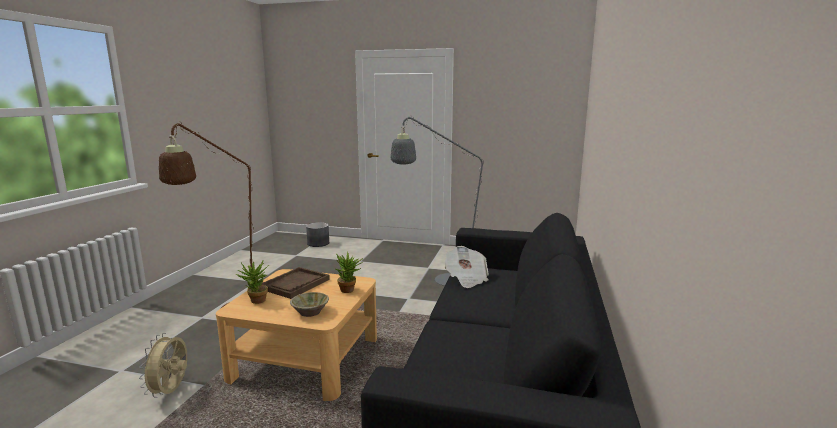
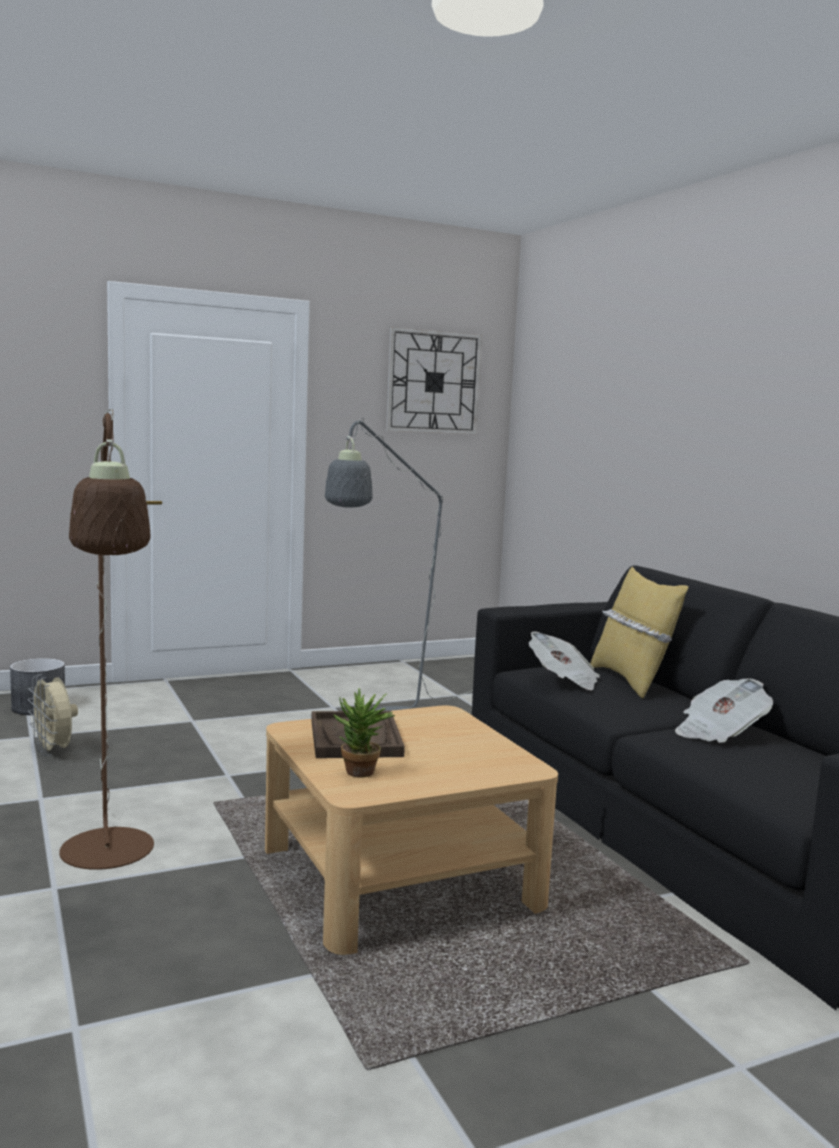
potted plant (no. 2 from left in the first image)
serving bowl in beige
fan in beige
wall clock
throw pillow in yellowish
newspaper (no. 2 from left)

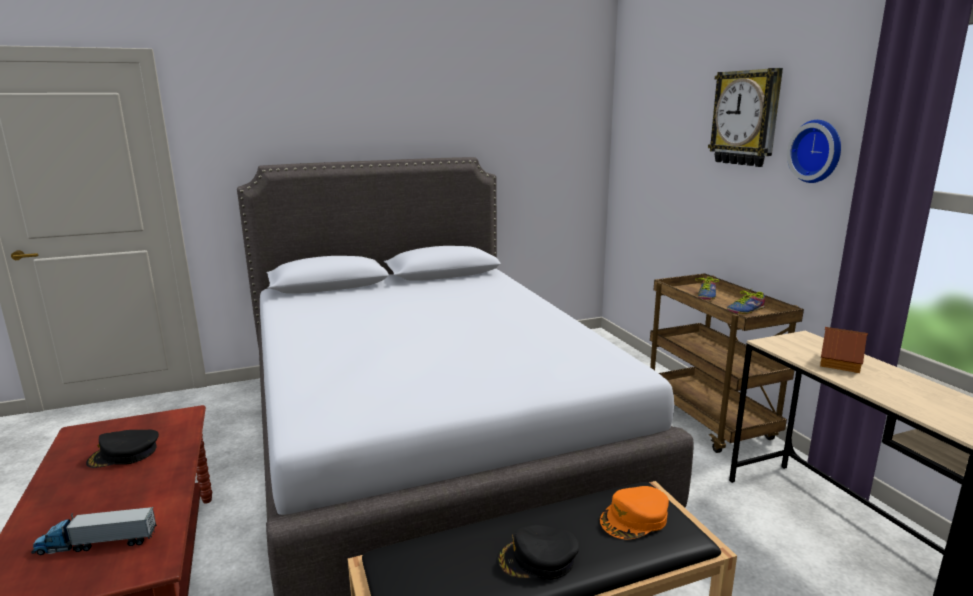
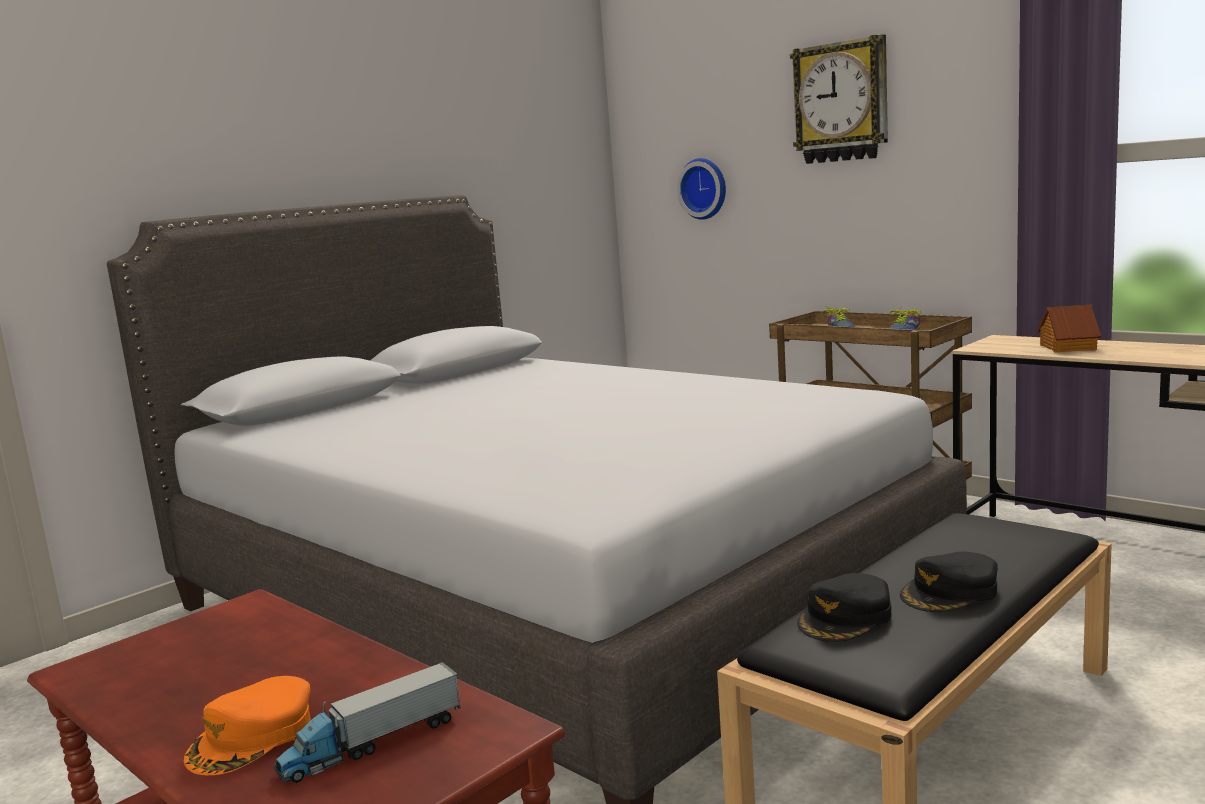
wall clock (no. 1 from left)
baseball cap in blackish (no. 1 from left)
baseball cap in orange-coloured

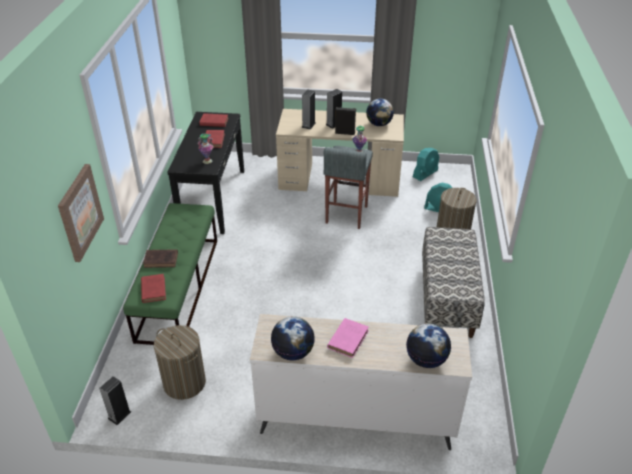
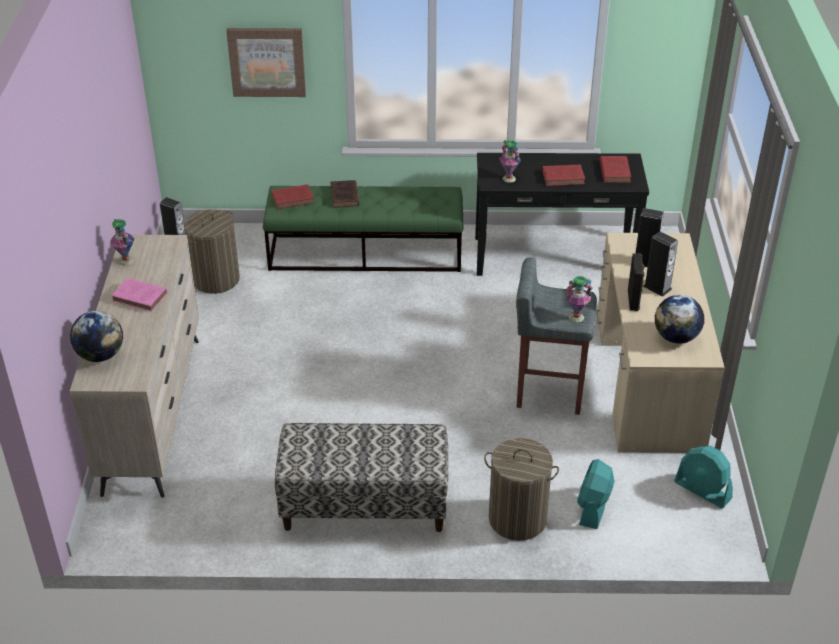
vase (no. 1 from left)

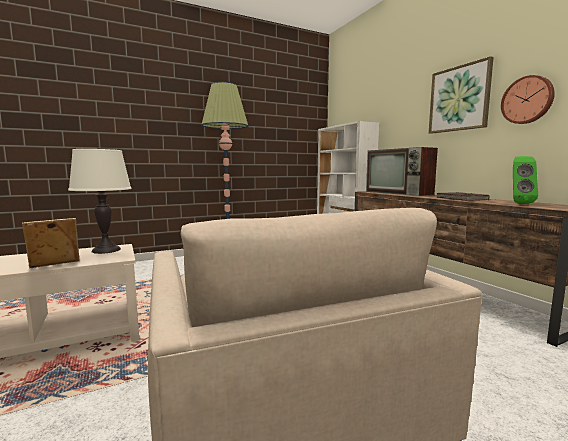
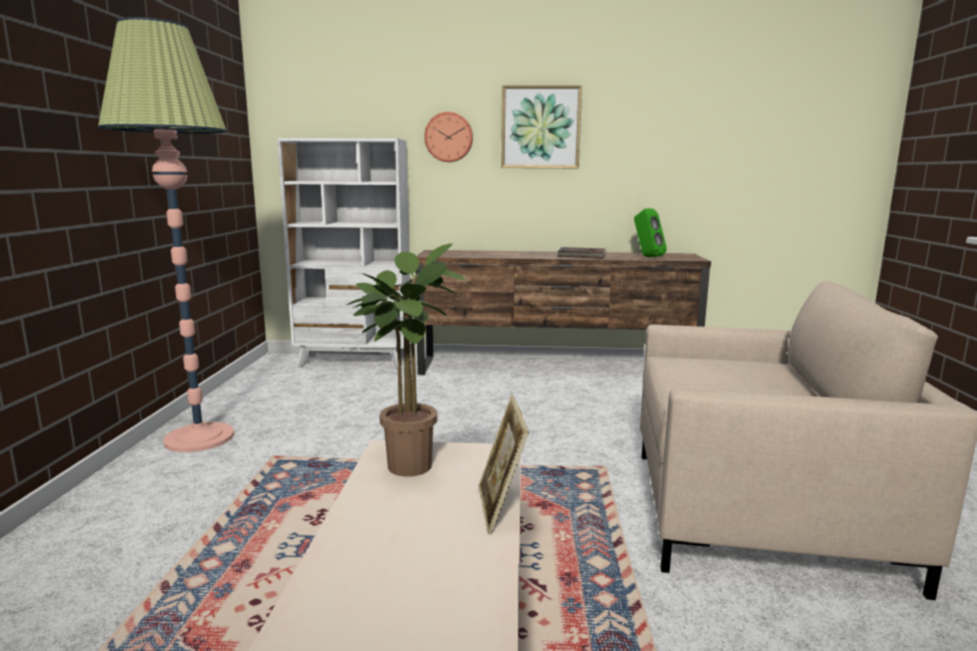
wall clock
television
potted plant

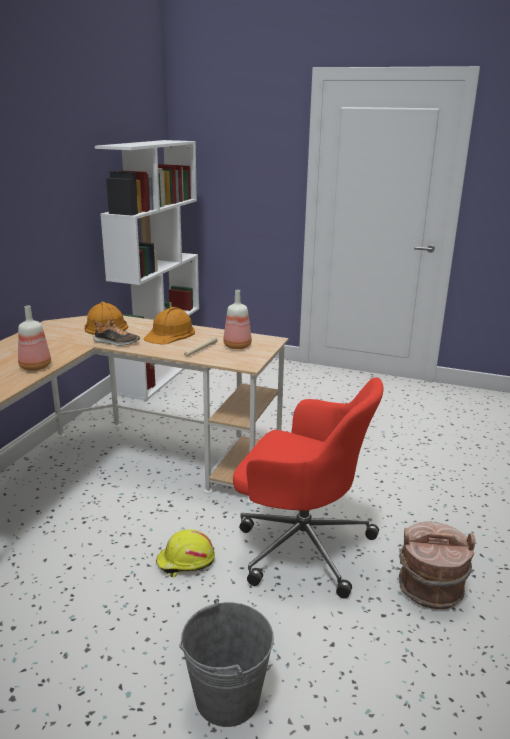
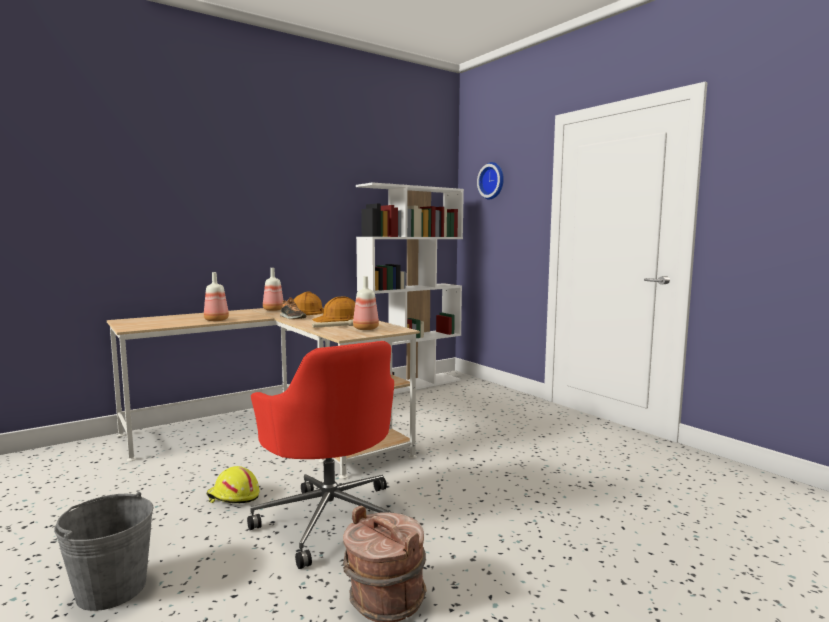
wall clock
drink bottle (no. 2 from left)

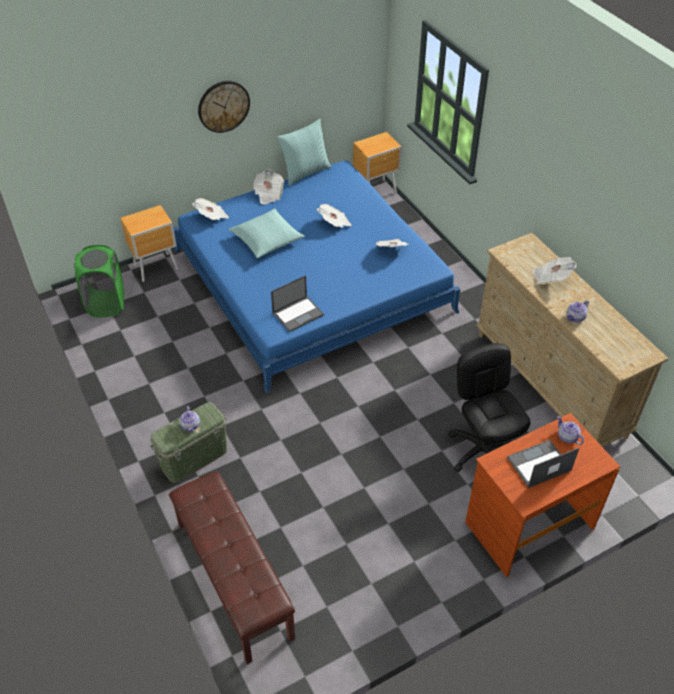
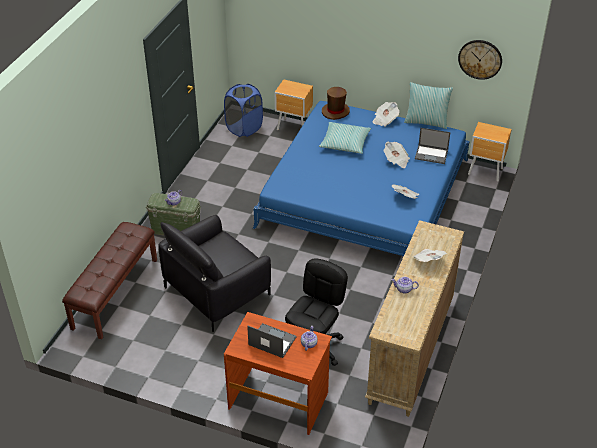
wall clock
clothing hat in brownish
washing basket in blue-coloured
laptop (no. 2 from left)
lounge chair in blackish

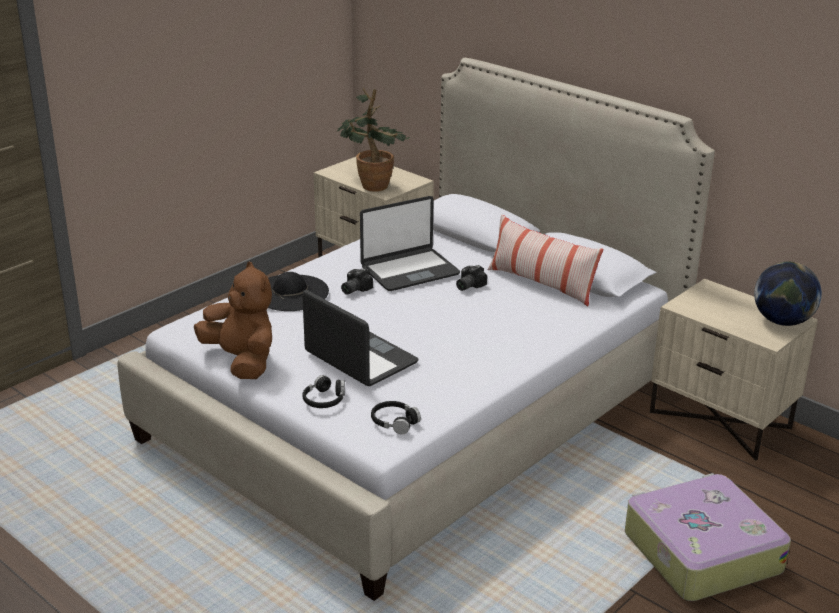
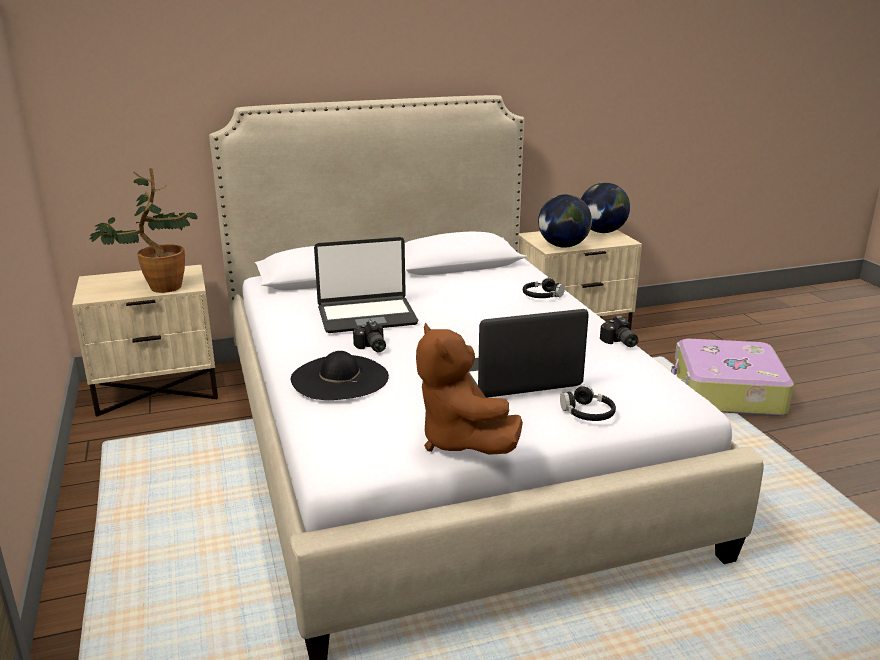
laptop (no. 1 from left)
throw pillow
cuddly toy in brownish
still camera (no. 2 from left)
headphones in blackish (no. 1 from left)
globe (no. 1 from left)

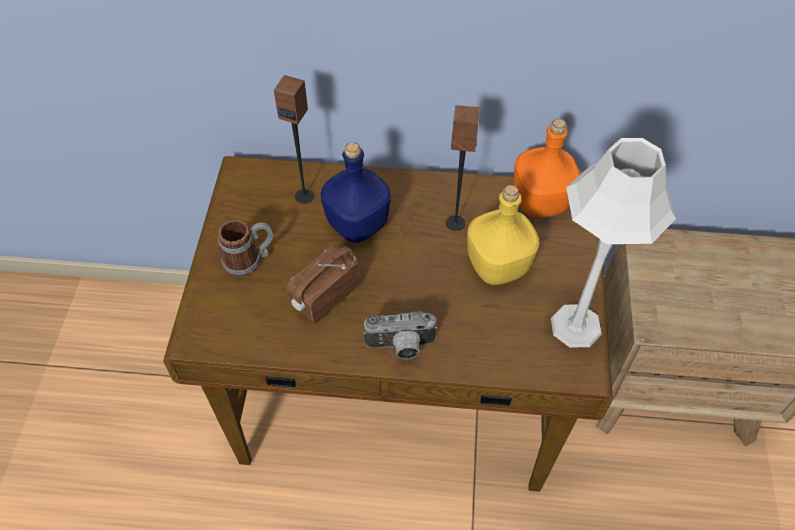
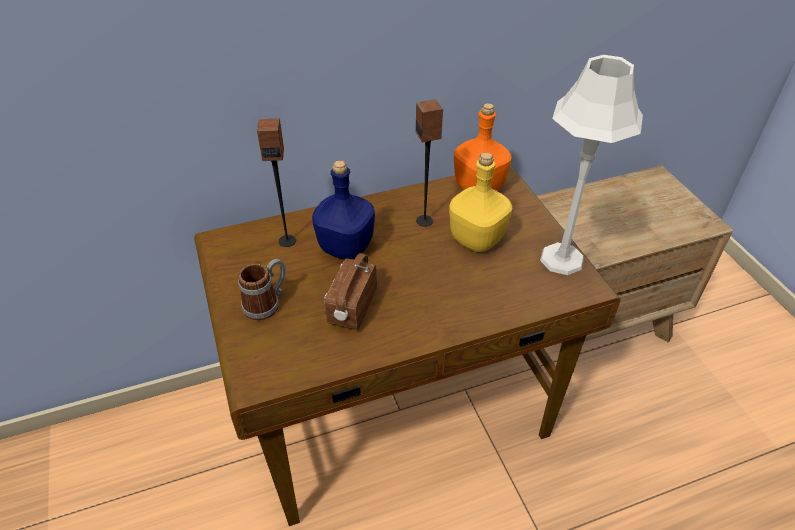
still camera

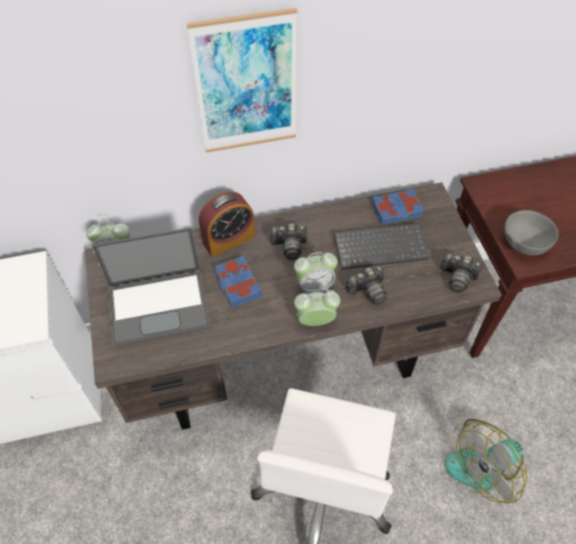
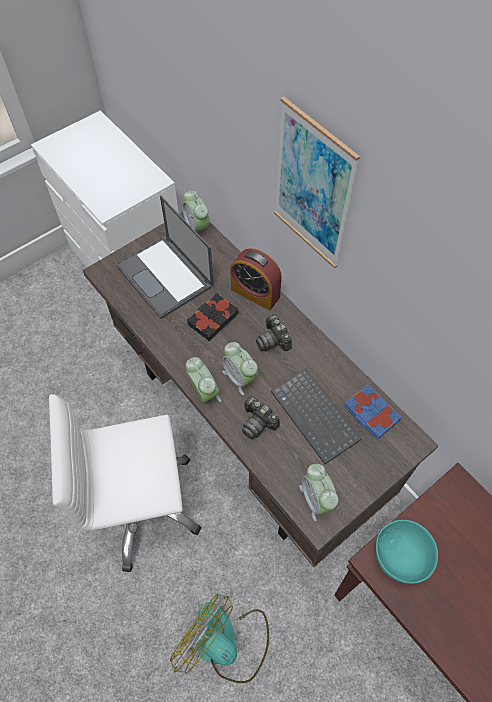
serving bowl in turquoise-coloured
alarm clock (no. 5 from left)
volume in blackish

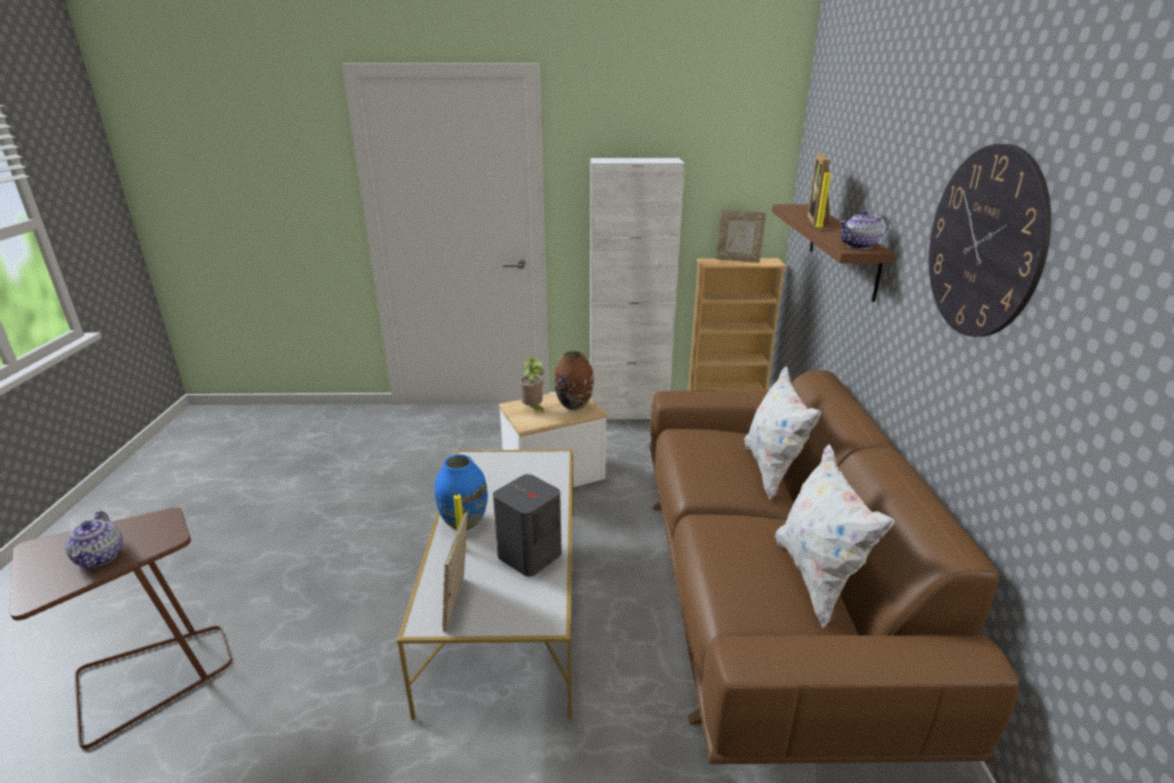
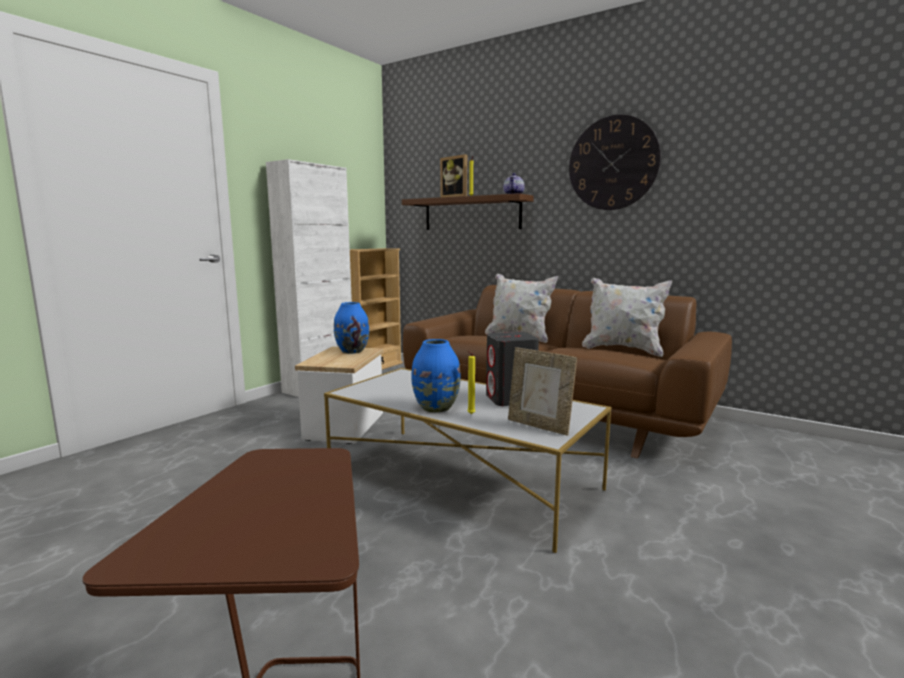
picture frame (no. 2 from left in the first image)
vase in blue-coloured (no. 1 from left)
potted plant
teapot (no. 1 from left in the first image)

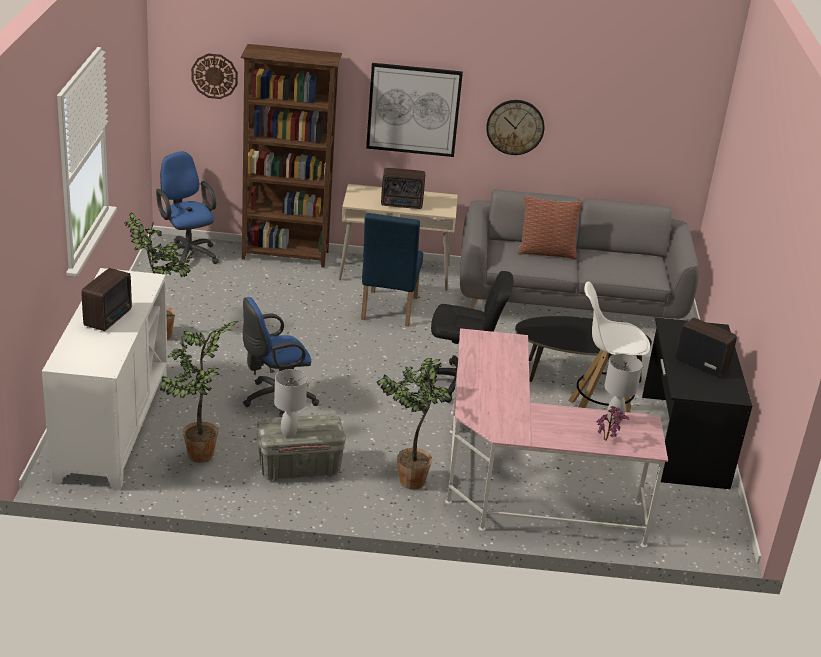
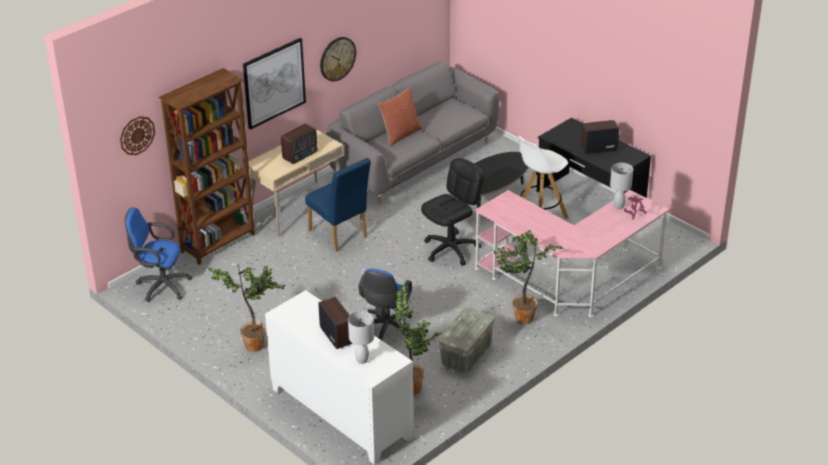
table lamp in white (no. 1 from left)

